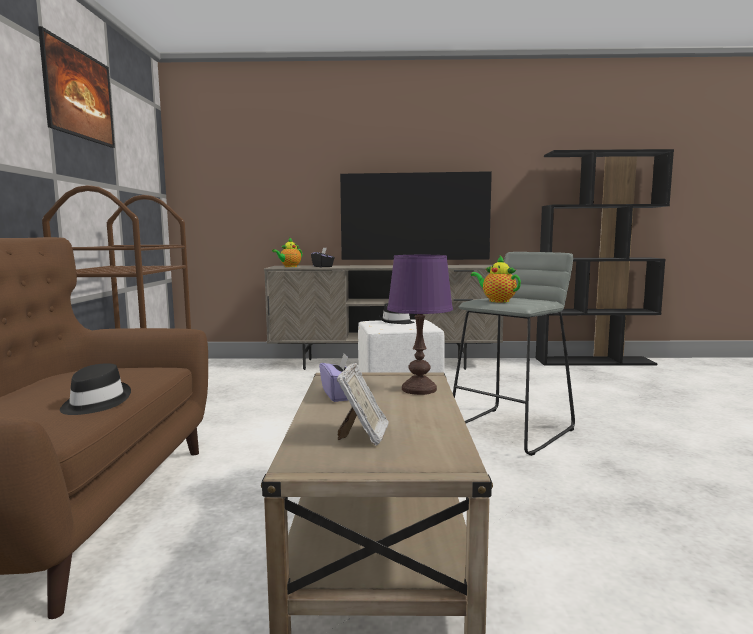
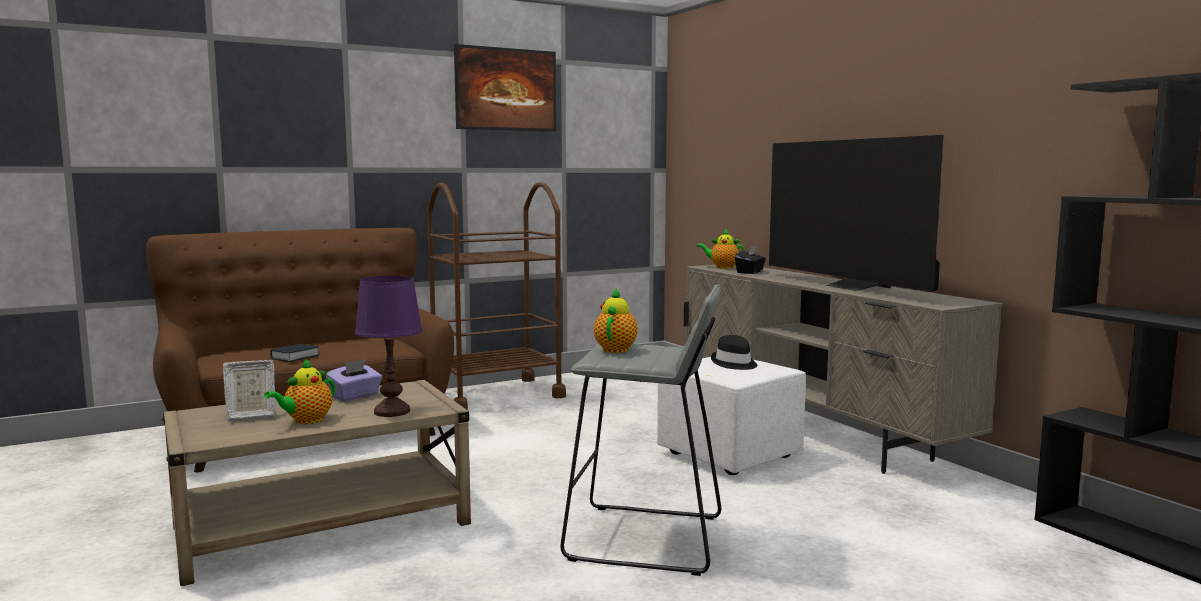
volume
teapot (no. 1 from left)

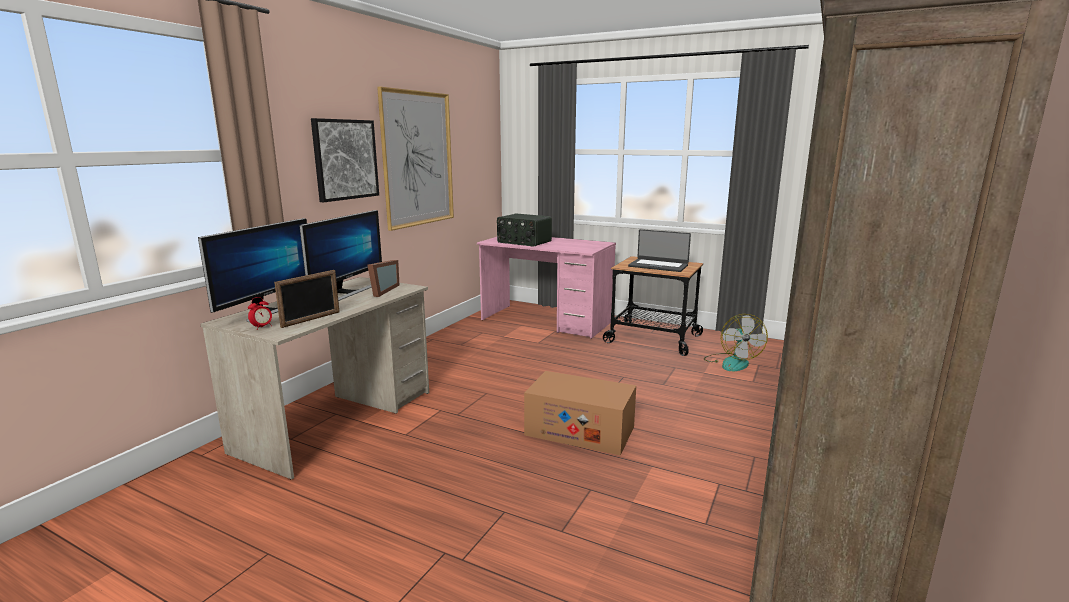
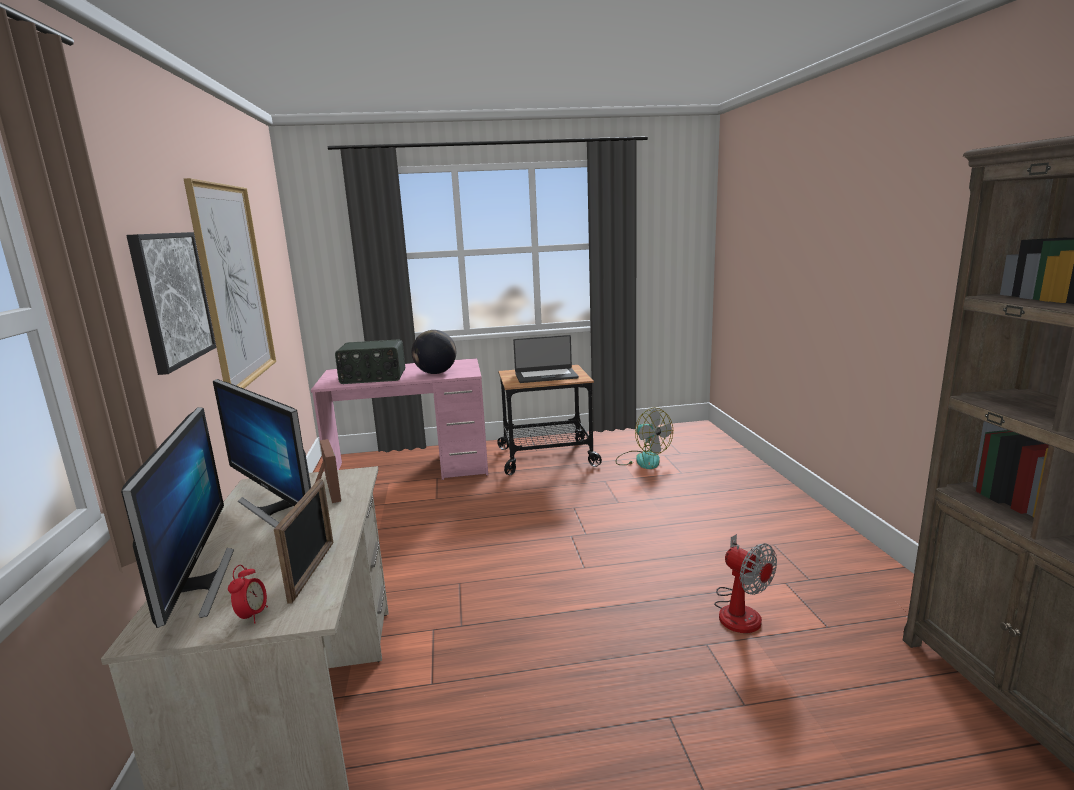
computer screen (no. 2 from left)
carton
globe
fan (no. 2 from left)

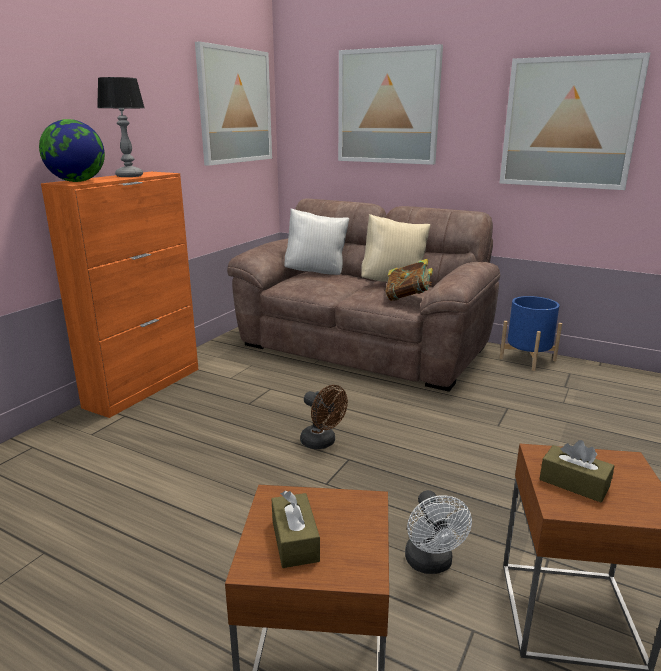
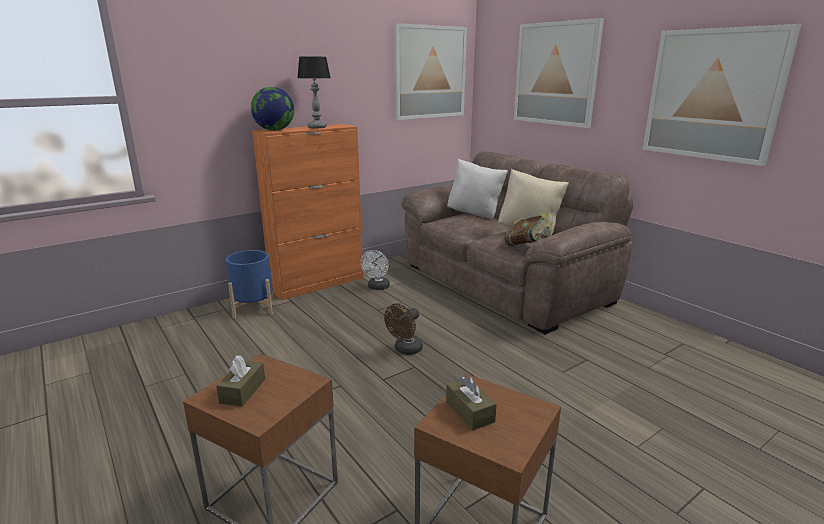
planter in blue-coloured
fan in brownish
fan in white

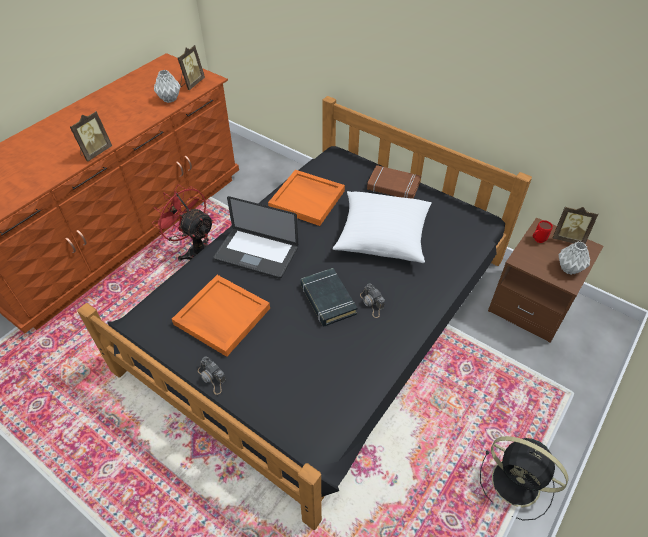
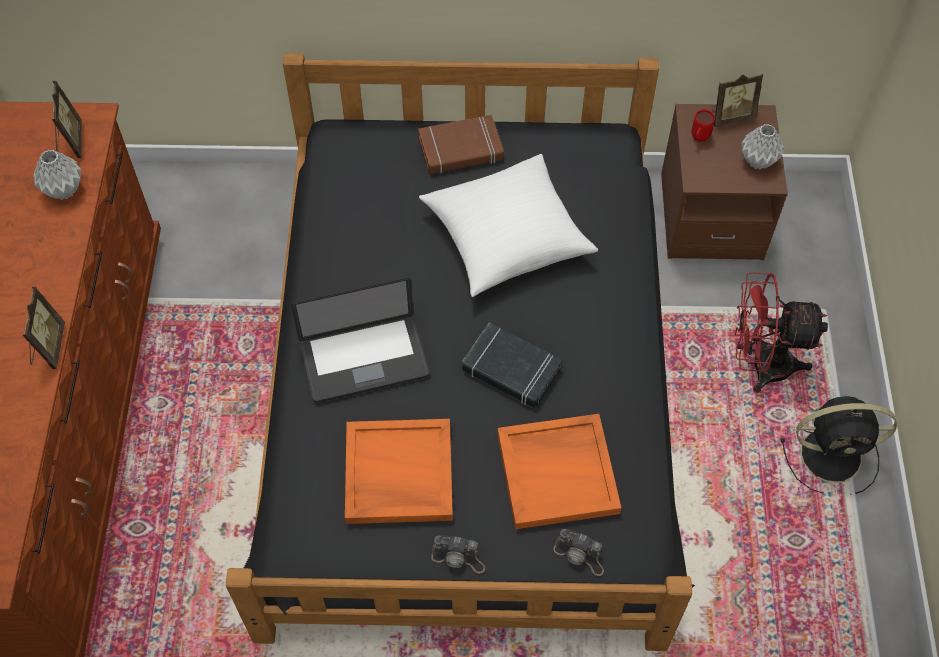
carrying tray in orange-coloured (no. 2 from left)
fan in red
still camera (no. 2 from left)

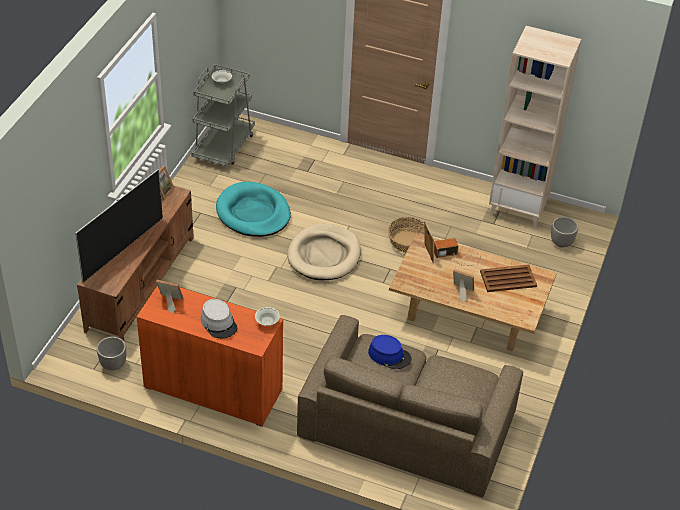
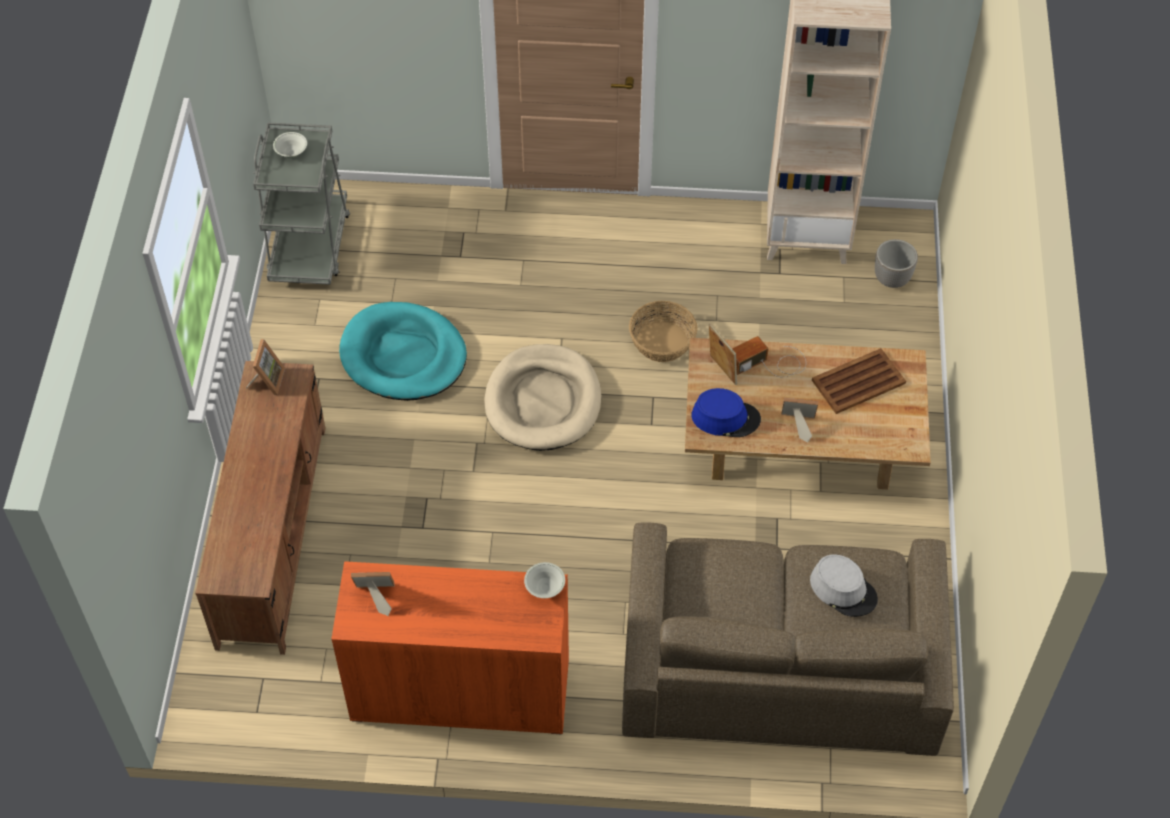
television
clothing hat in gray
clothing hat in blue-coloured
planter (no. 1 from left in the first image)

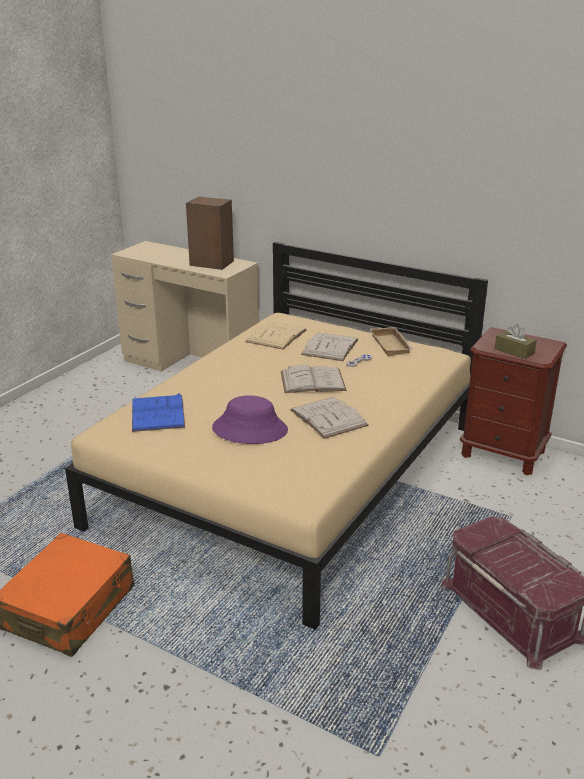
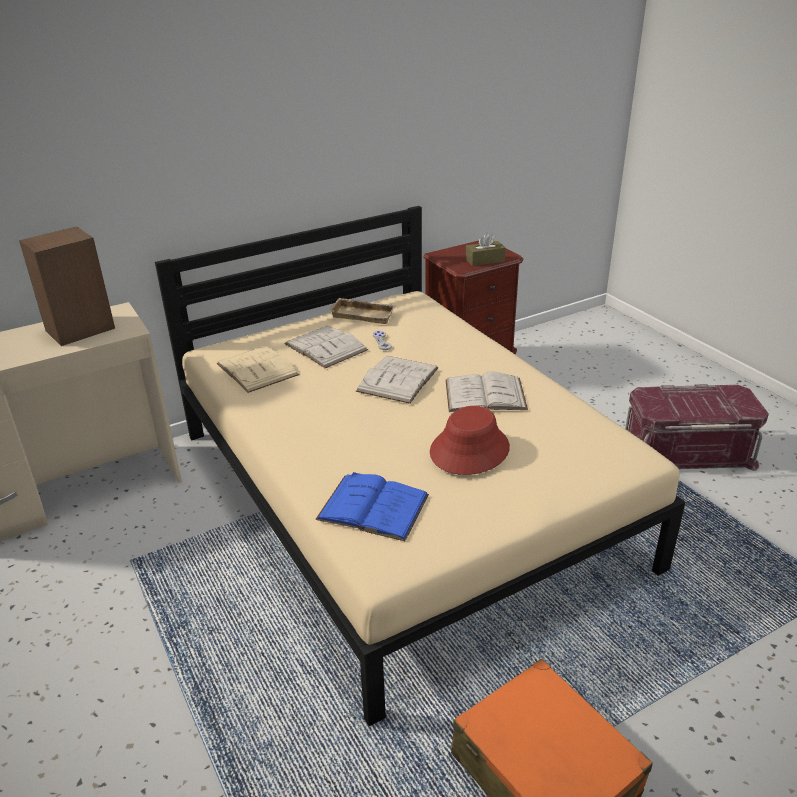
clothing hat in red

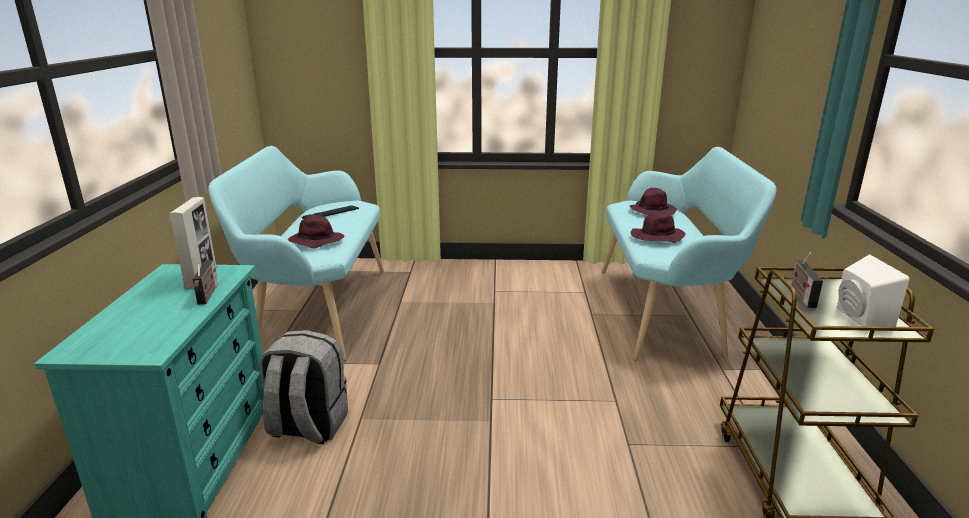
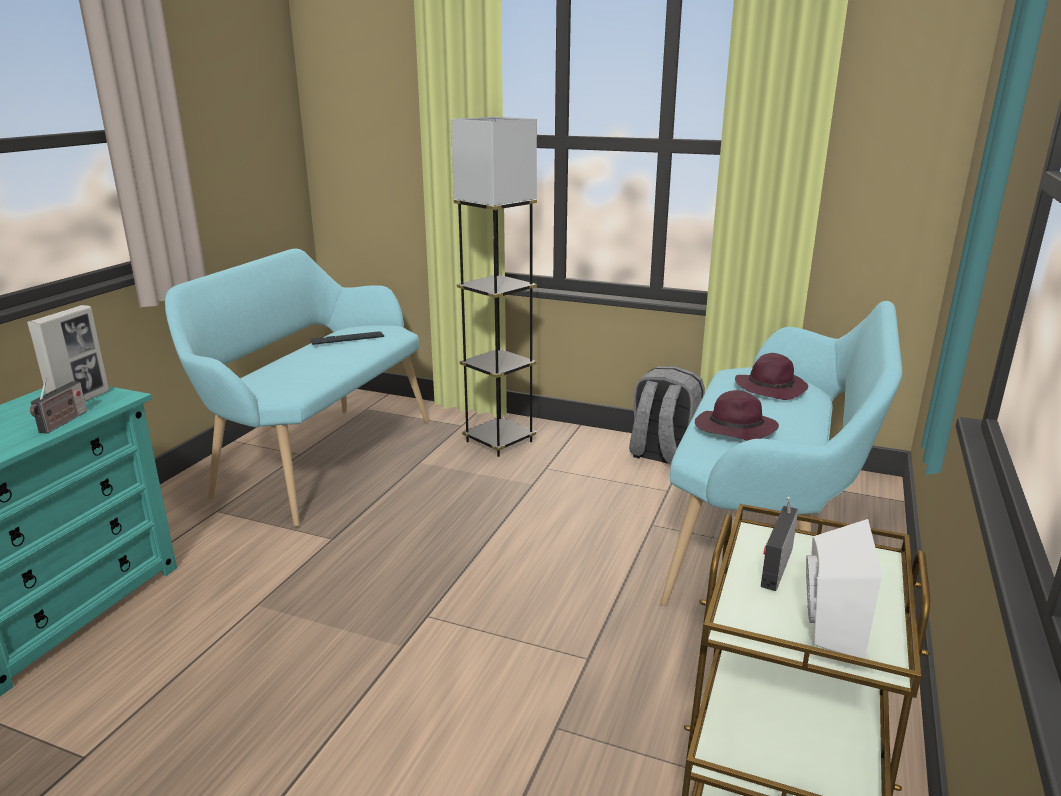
clothing hat in purplish (no. 1 from left in the first image)
knapsack in gray
standing lamp in gray

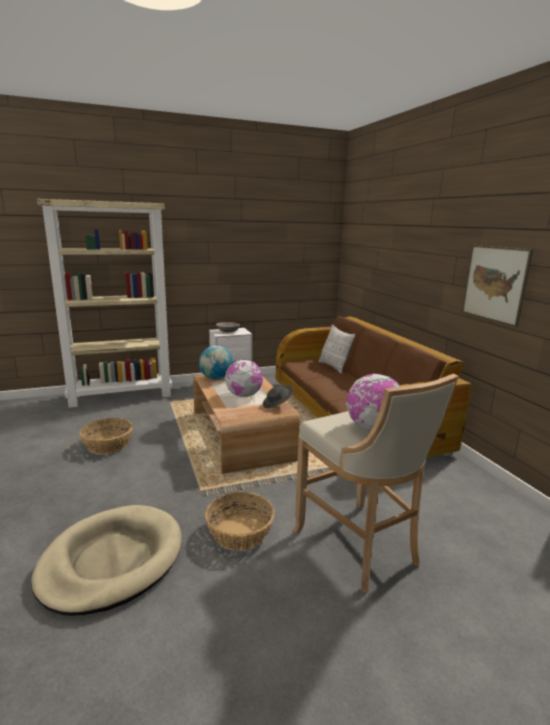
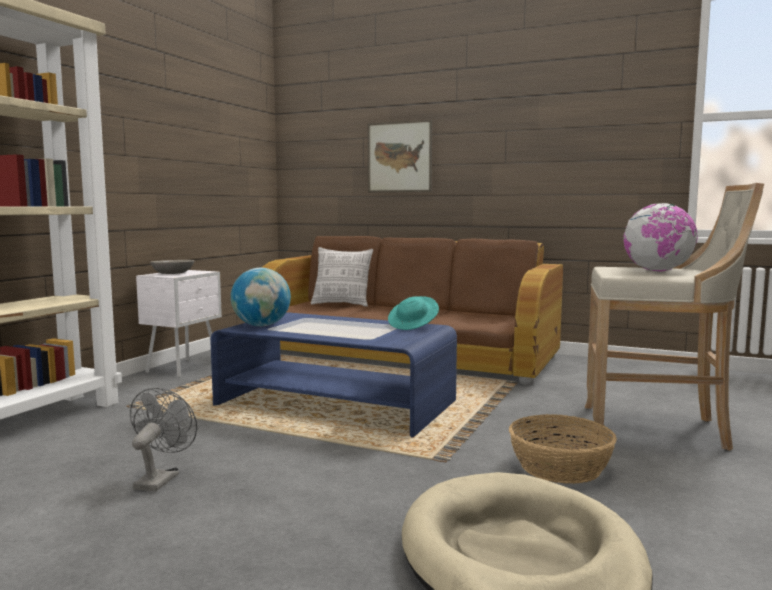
wall art
globe (no. 2 from left in the first image)
lounge table in blue-coloured
clothing hat in turquoise-coloured
fan in gray

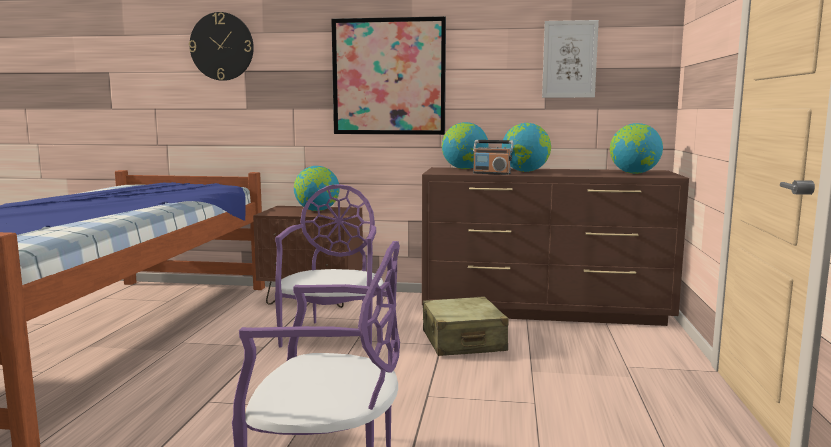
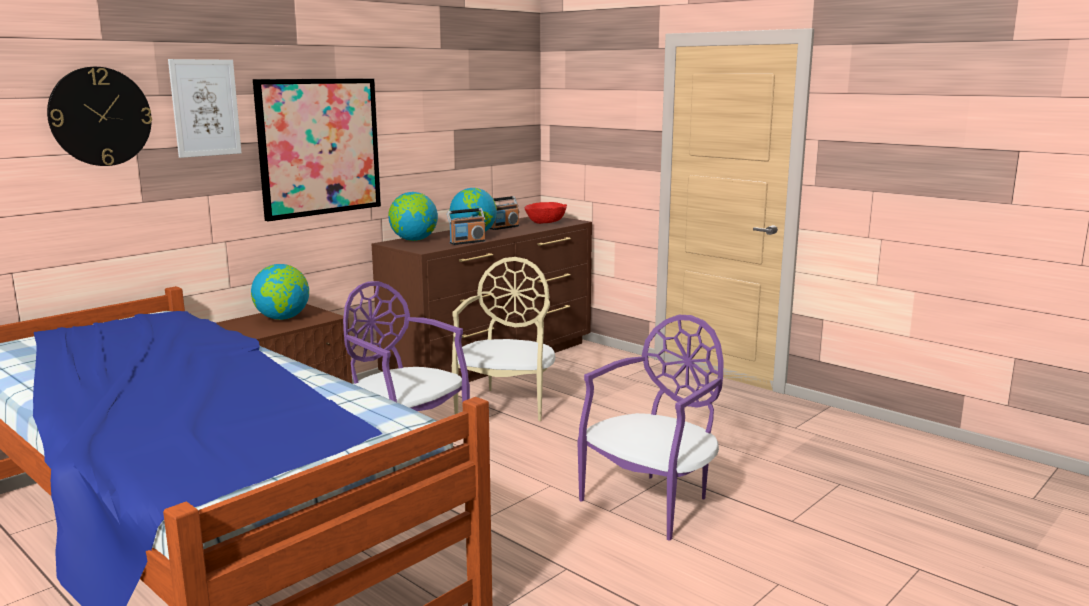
wall art (no. 1 from left)
serving bowl in red
plain chair in beige
radio set (no. 2 from left)

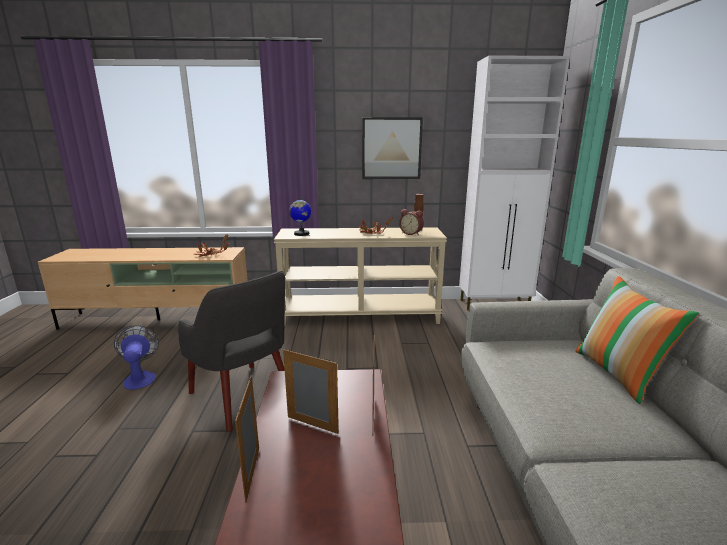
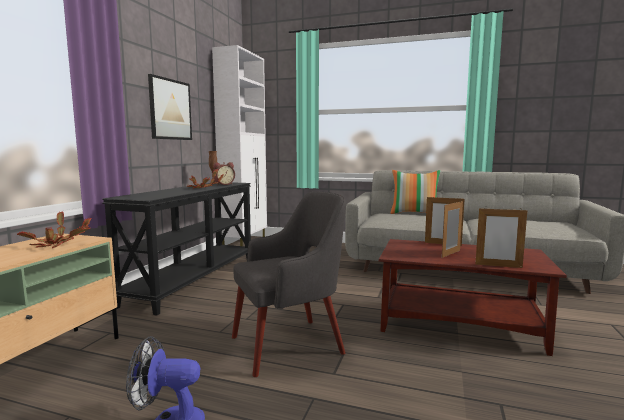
globe
console table in blackish

